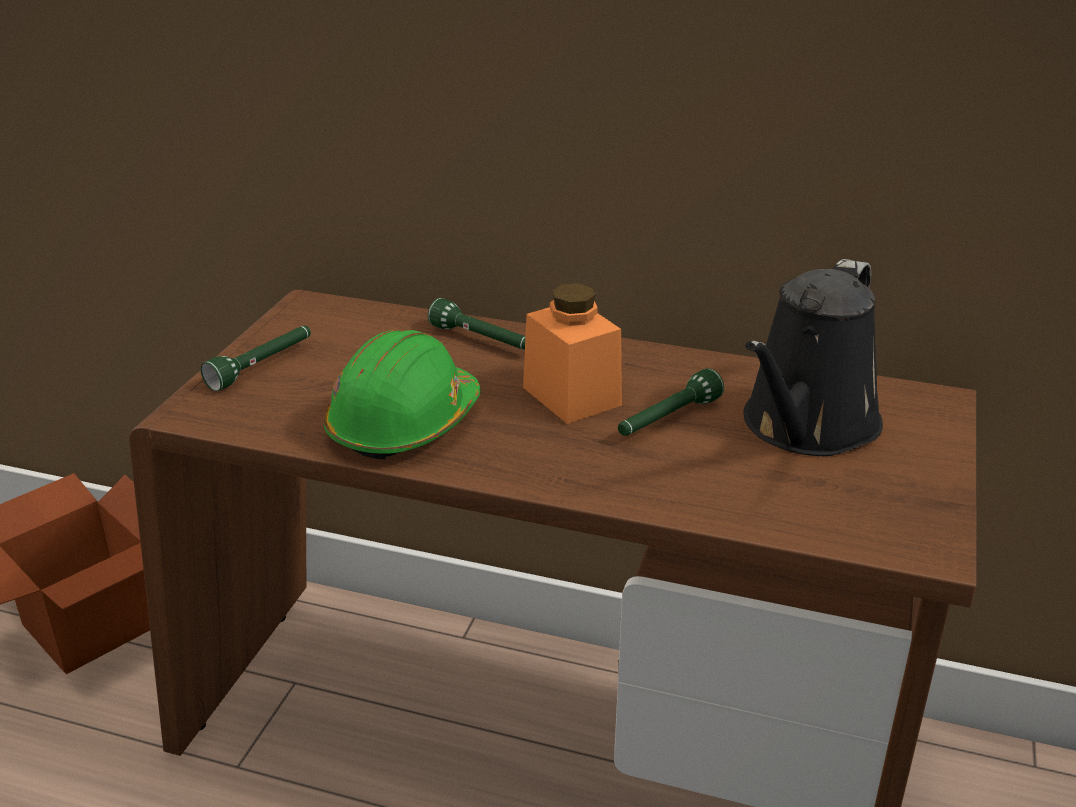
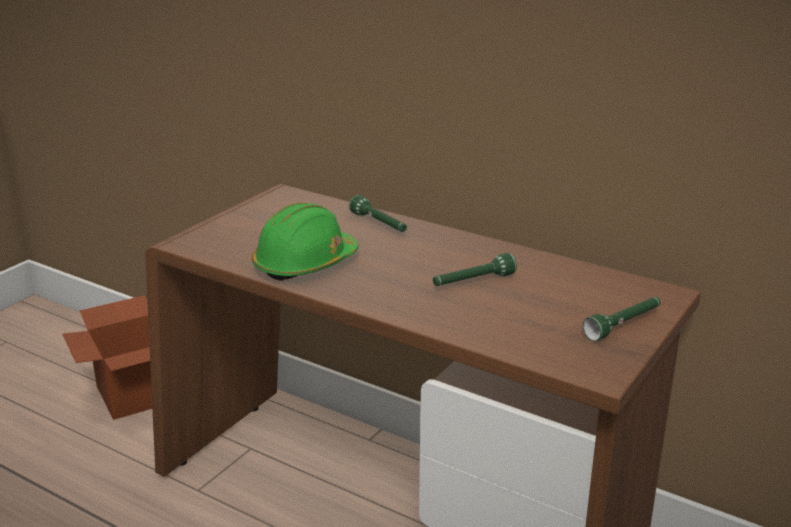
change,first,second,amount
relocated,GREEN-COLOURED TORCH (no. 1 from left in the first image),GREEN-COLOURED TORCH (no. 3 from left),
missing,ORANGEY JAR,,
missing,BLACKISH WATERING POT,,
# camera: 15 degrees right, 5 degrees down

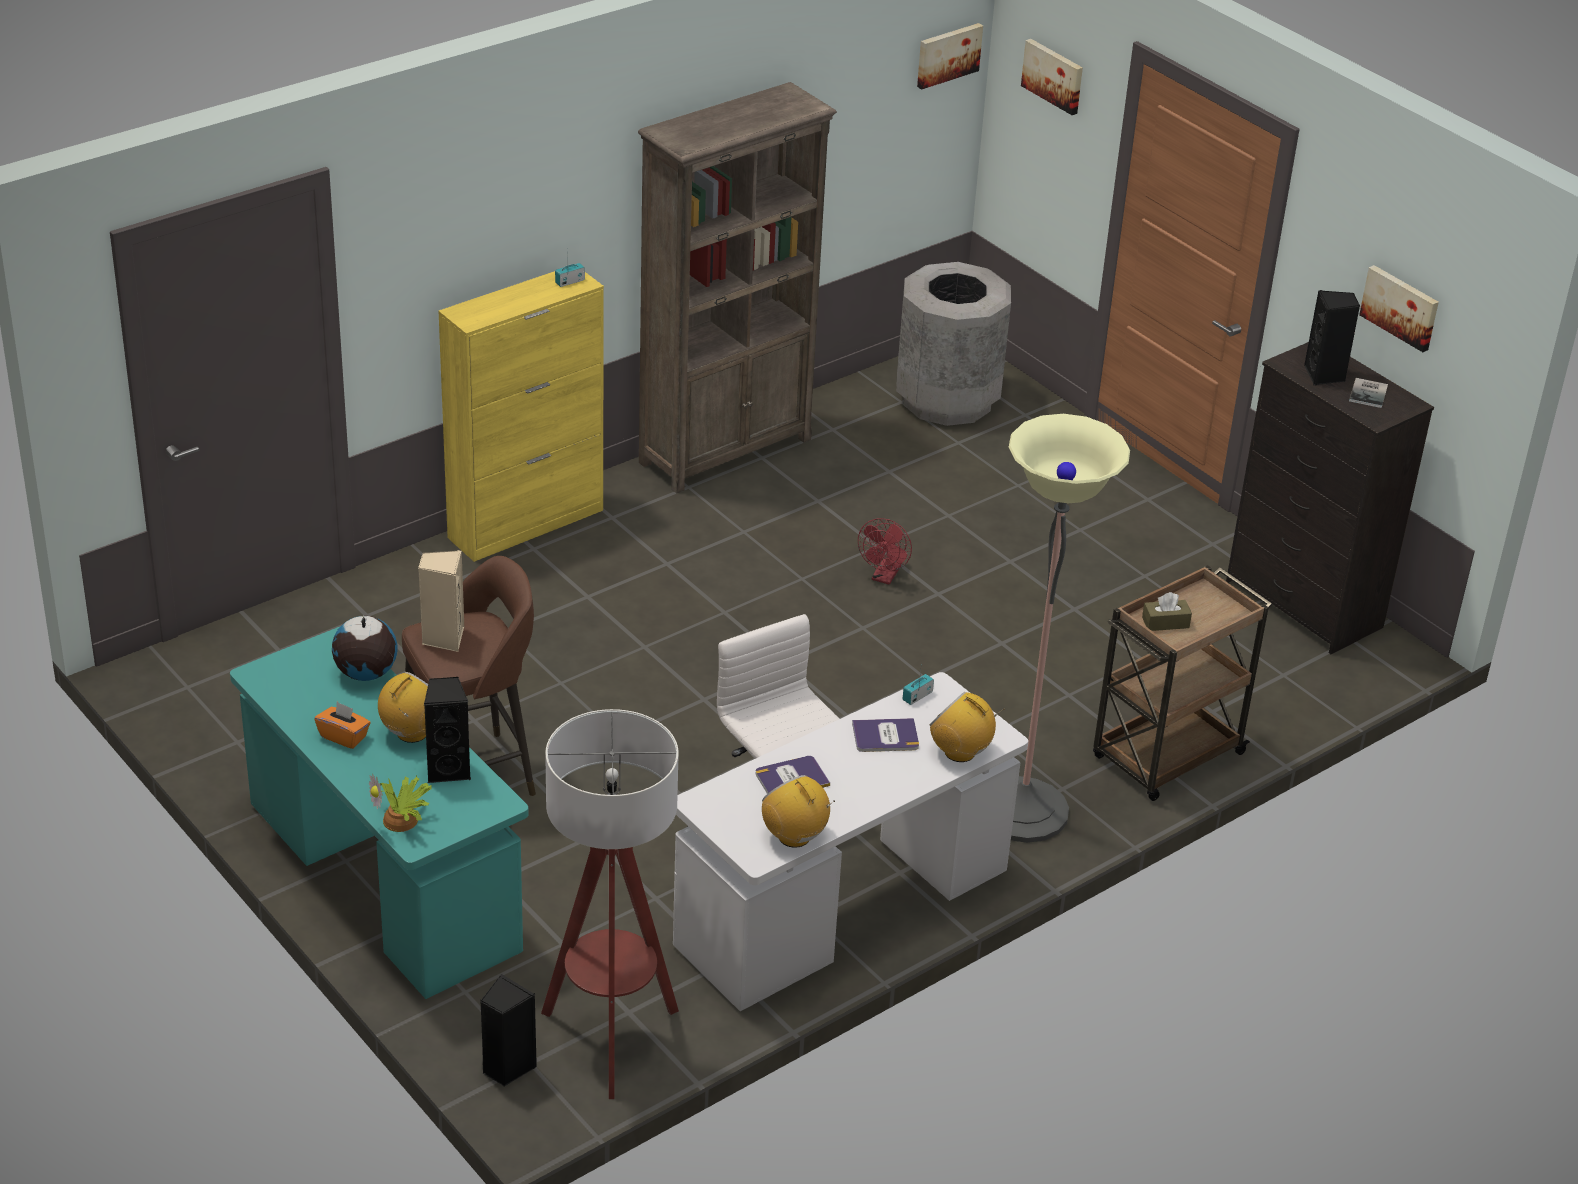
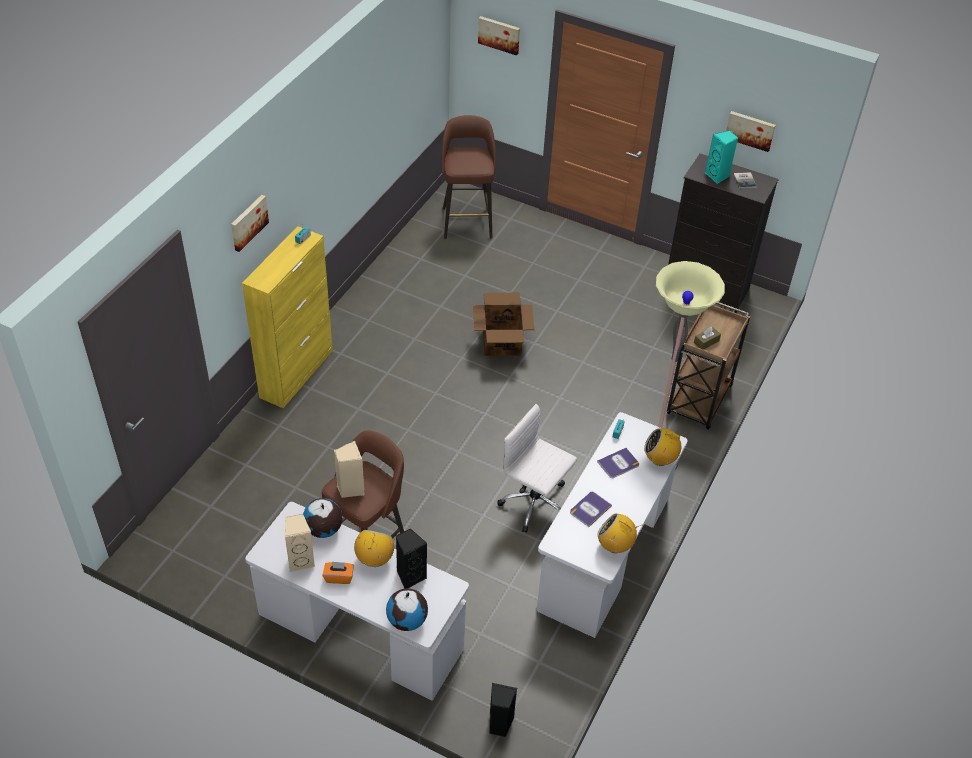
change,first,second,amount
colour,TURQUOISE DESK,WHITISH DESK (no. 1 from left),
exchanged,POTTED PLANT,WORLD GLOBE (no. 2 from left),
missing,FLOOR LAMP (no. 1 from left),,
missing,BROWN-COLOURED BOOKCASE,,
exchanged,RED-COLOURED COOLING FAN,PACKING BOX,
exchanged,GRAY WASTE BIN,BROWN-COLOURED SITTING STOOL (no. 2 from left),
relocated,WALL ART (no. 1 from left),,
colour,BLACKISH AUDIO SPEAKER (no. 3 from left),TURQUOISE AUDIO SPEAKER,
appeared,,SAND-COLOURED AUDIO SPEAKER (no. 1 from left),
# camera: 25 degrees left, 10 degrees up

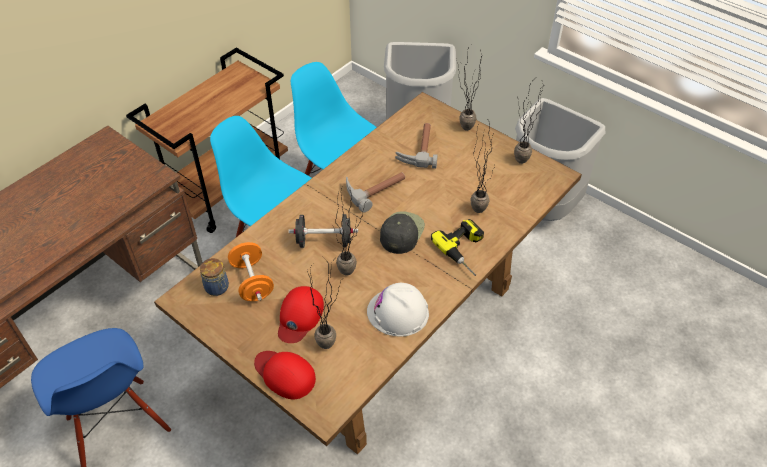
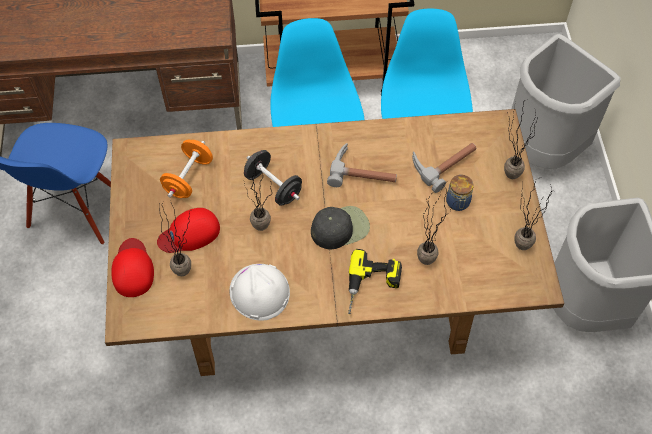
change,first,second,amount
relocated,JAR,,
# camera: 45 degrees right, 10 degrees up

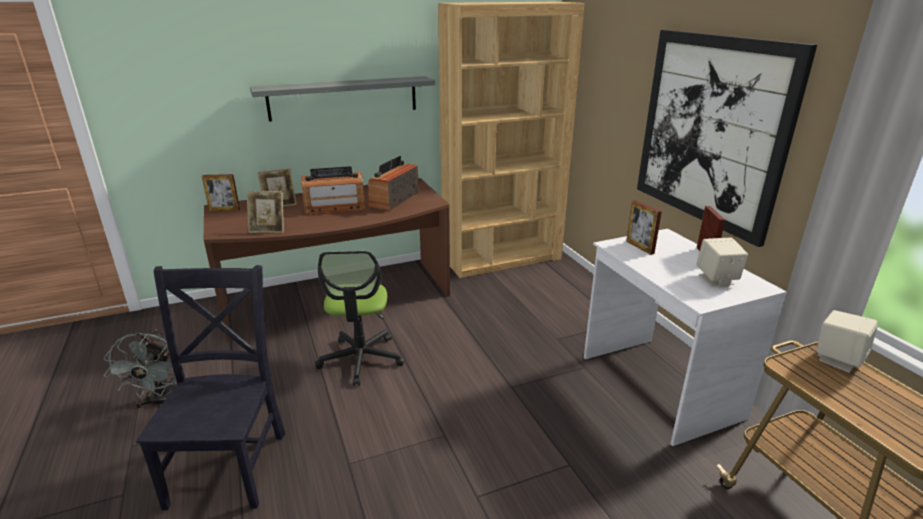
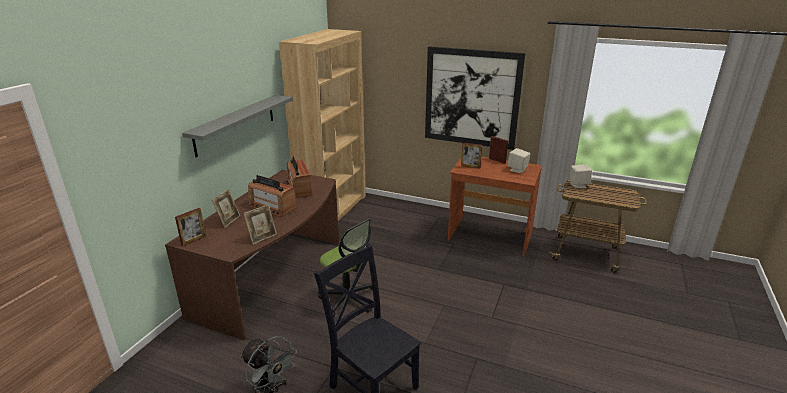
change,first,second,amount
spun,RADIO RECEIVER (no. 1 from left),,90 degrees clockwise
colour,WHITISH DESK,BROWN-COLOURED DESK (no. 2 from left),
# camera: 45 degrees left, 0 degrees up

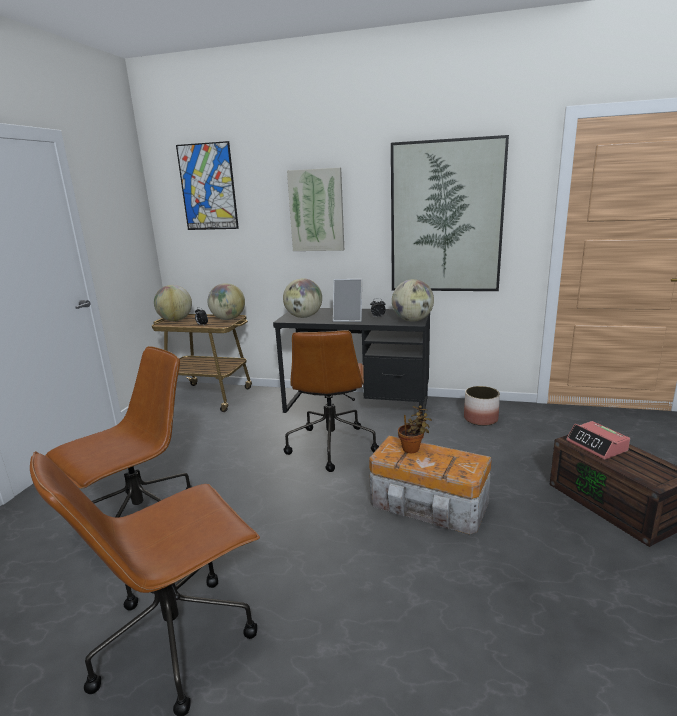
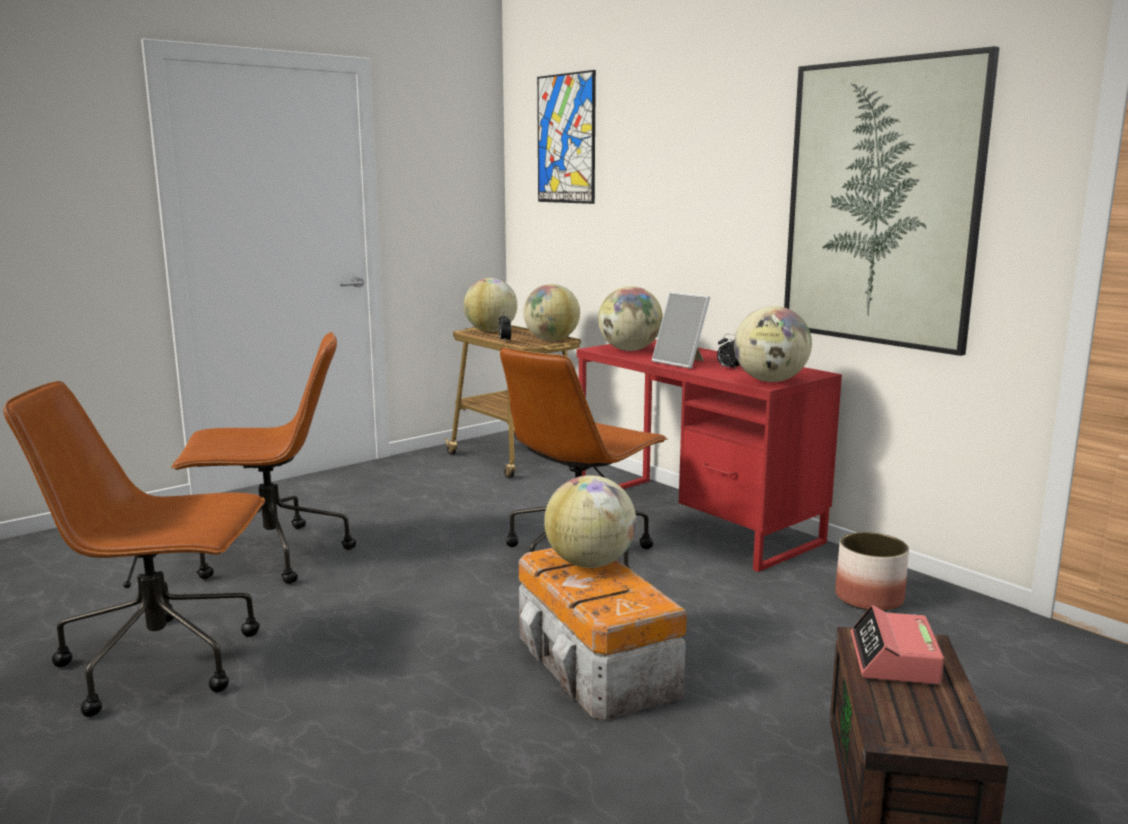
change,first,second,amount
colour,BLACKISH DESK,RED-COLOURED DESK,
missing,WALL ART (no. 2 from left),,
exchanged,POTTED PLANT,WORLD GLOBE (no. 3 from left),
# camera: 35 degrees right, 5 degrees down

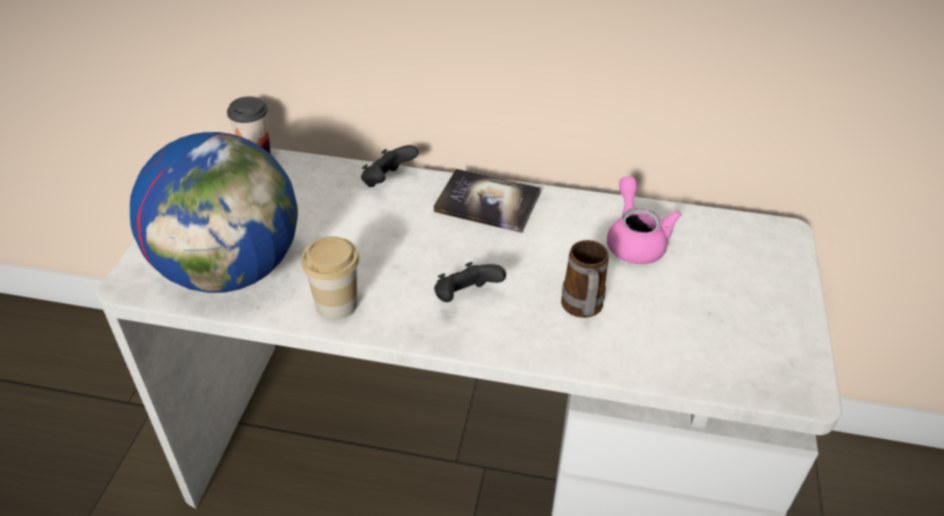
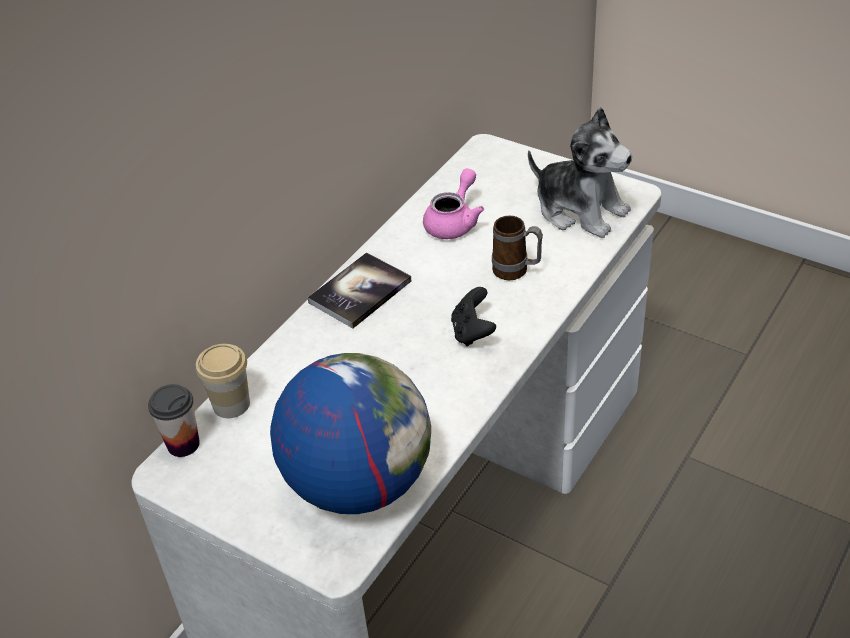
change,first,second,amount
relocated,SMALL CUP (no. 2 from left),,
missing,BLACKISH GAMEPAD (no. 1 from left),,
spun,PINKISH TEA POT,,105 degrees clockwise
appeared,,SOFT TOY,
# camera: 65 degrees left, 0 degrees up

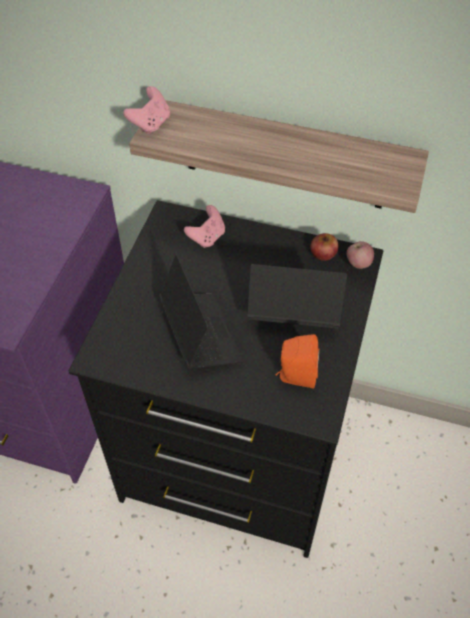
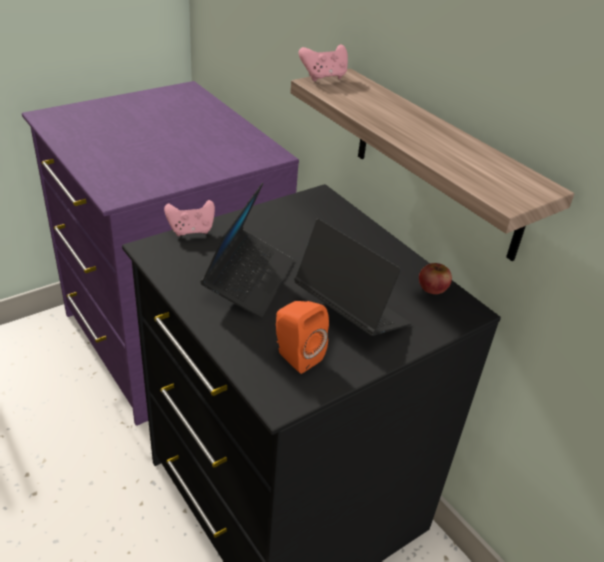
change,first,second,amount
relocated,PINKISH GAMEPAD (no. 2 from left in the first image),PINKISH GAMEPAD (no. 1 from left),
missing,APPLE FRUIT (no. 2 from left),,
# camera: 35 degrees right, 15 degrees down

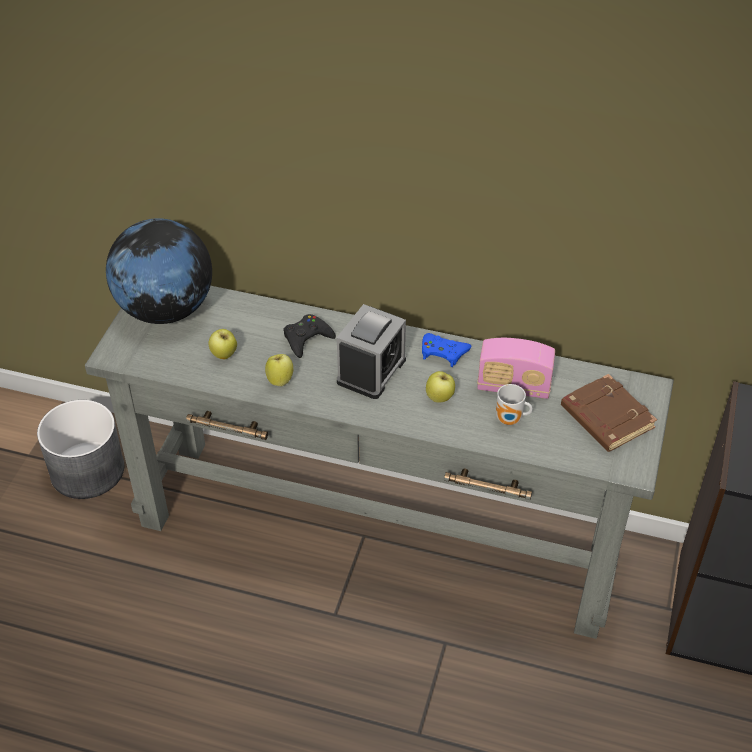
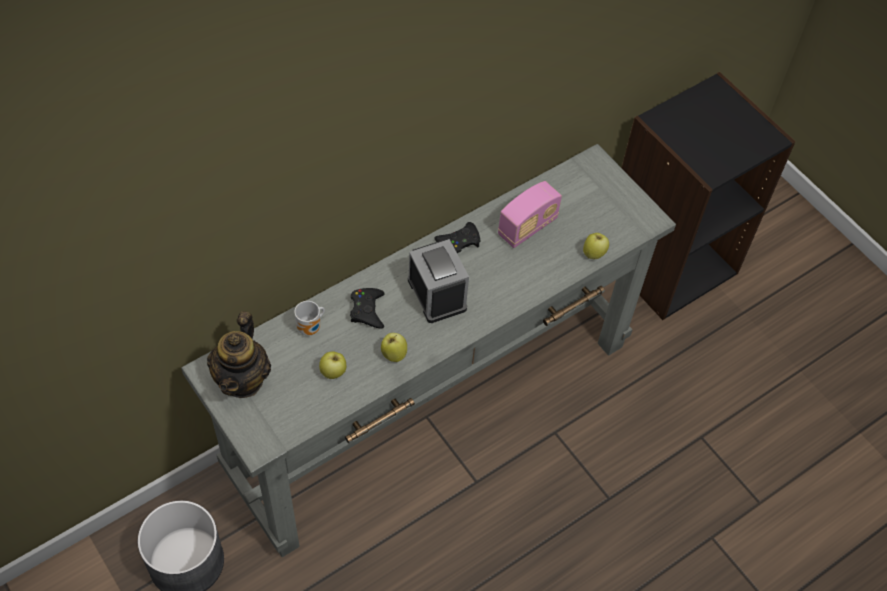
change,first,second,amount
exchanged,WORLD GLOBE,TEA POT,
colour,BLUISH GAMEPAD,BLACKISH GAMEPAD (no. 2 from left),
relocated,APPLE FRUIT (no. 3 from left),,
relocated,TEA MUG,,
missing,BROWN-COLOURED BOUND BOOK,,
# camera: 55 degrees left, 10 degrees up

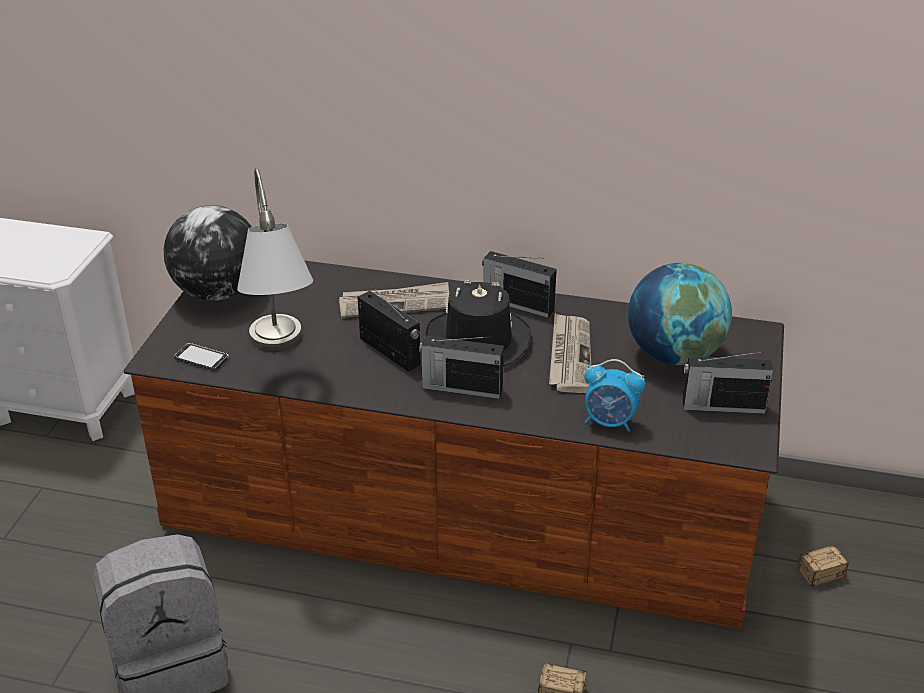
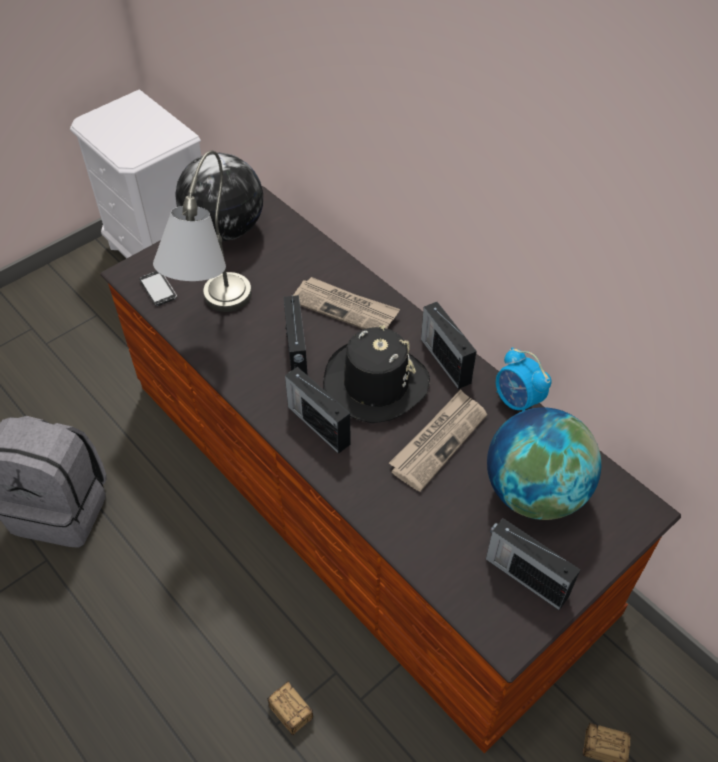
change,first,second,amount
relocated,BEDSIDE CLOCK,,
# camera: 35 degrees right, 15 degrees up

